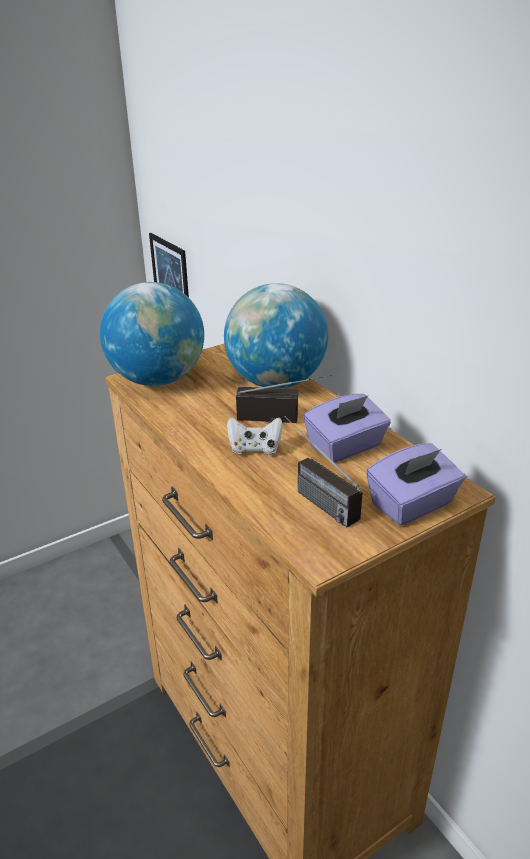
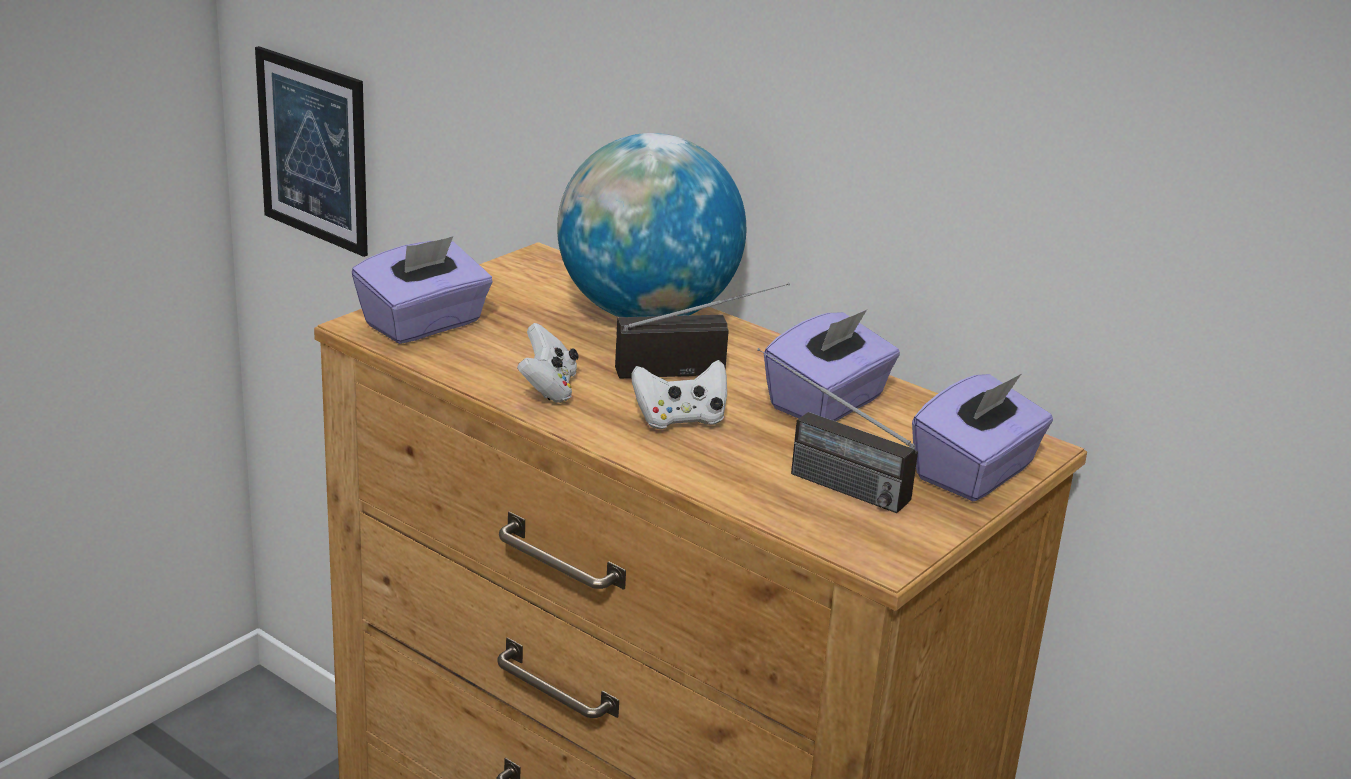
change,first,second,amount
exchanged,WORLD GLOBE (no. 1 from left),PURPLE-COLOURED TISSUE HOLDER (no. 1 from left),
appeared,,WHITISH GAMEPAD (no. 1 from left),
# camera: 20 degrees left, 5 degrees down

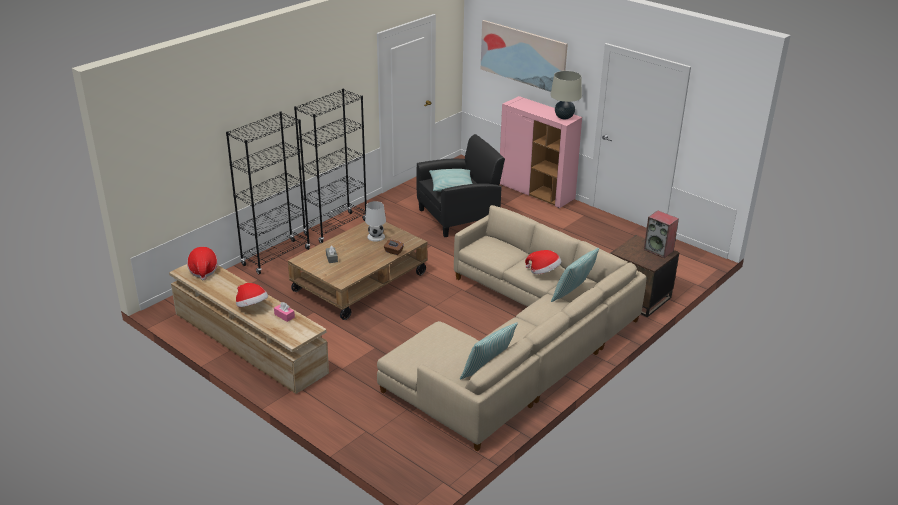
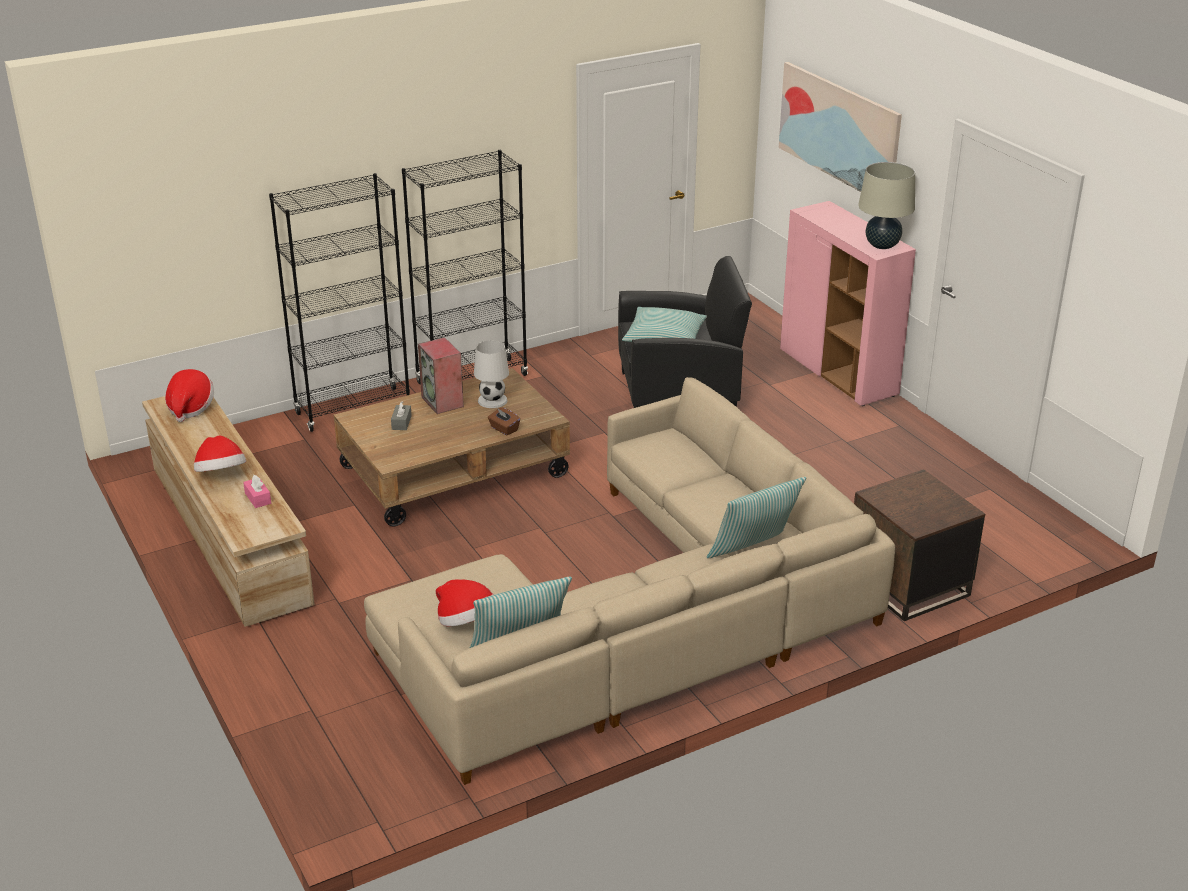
change,first,second,amount
relocated,HAT (no. 3 from left),,
relocated,AUDIO SPEAKER,,
# camera: 20 degrees right, 0 degrees up

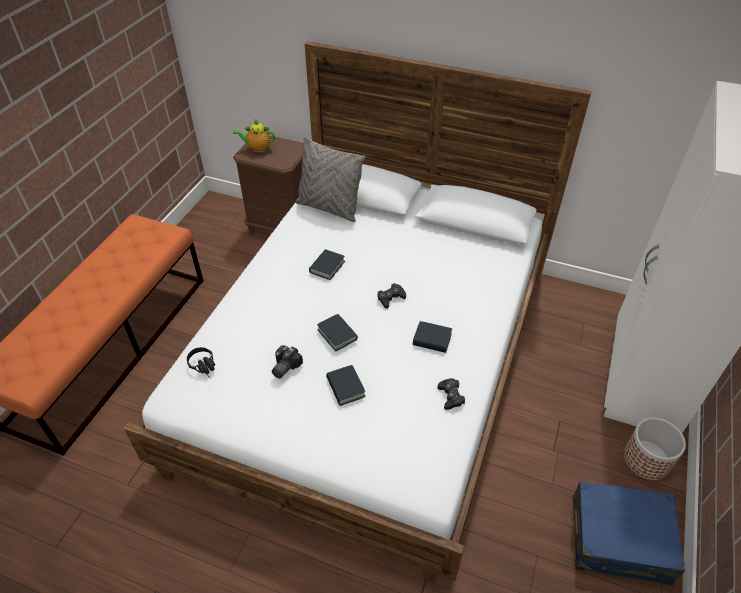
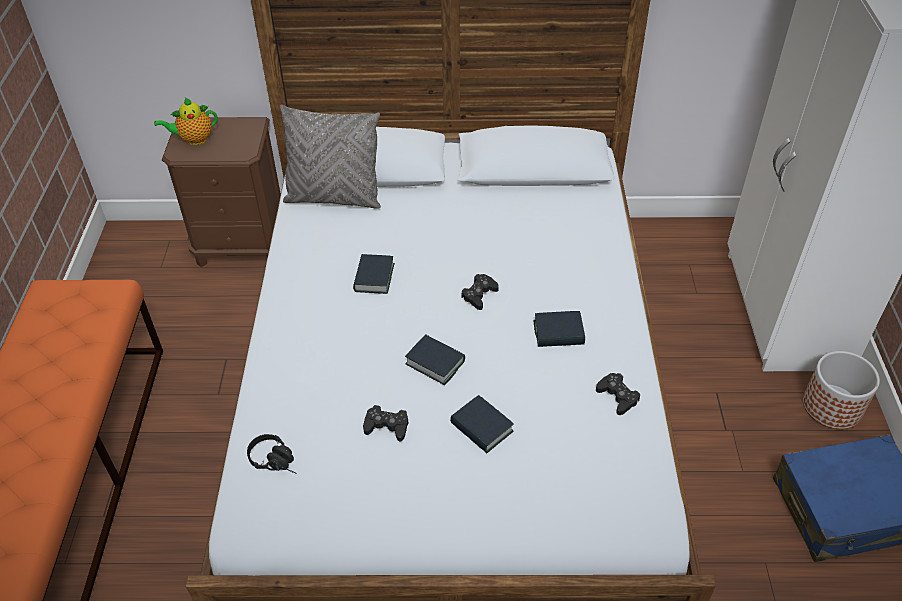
change,first,second,amount
exchanged,PHOTO CAMERA,BLACKISH GAMEPAD (no. 1 from left),
# camera: 20 degrees left, 0 degrees up

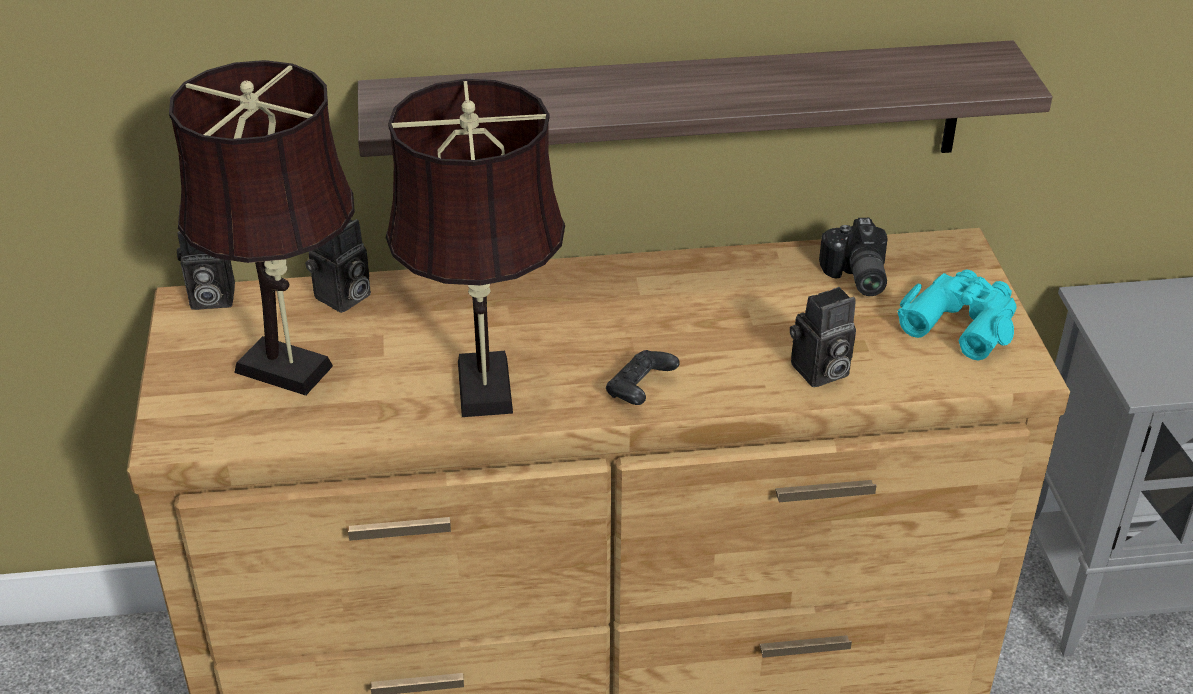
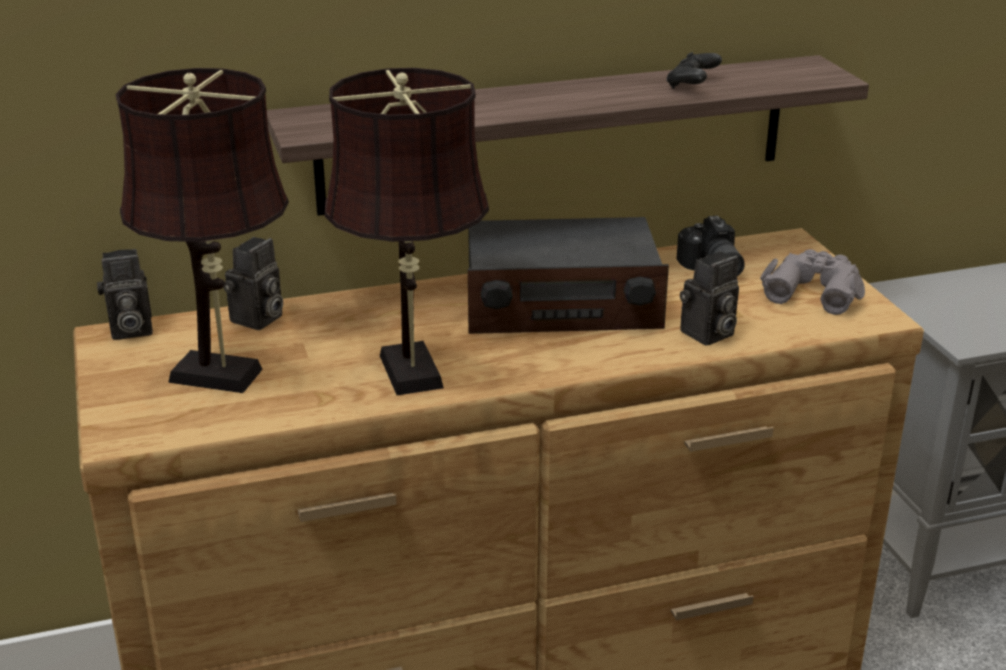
change,first,second,amount
relocated,BLACKISH GAMEPAD,,
colour,TURQUOISE FIELD GLASSES,GRAY FIELD GLASSES,
appeared,,RADIO RECEIVER,
# camera: 10 degrees left, 10 degrees down

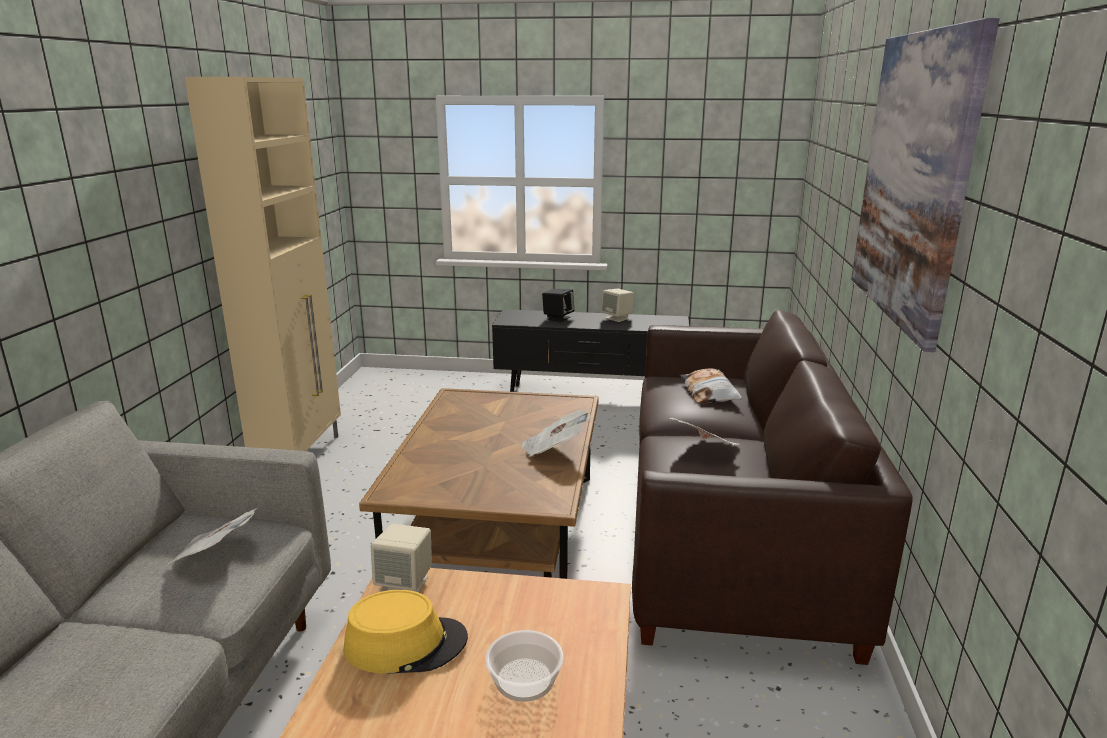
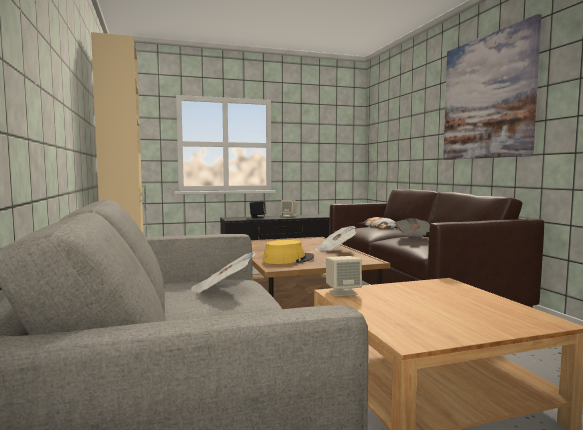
change,first,second,amount
relocated,YELLOW HAT,,
missing,BOWL,,
# camera: 25 degrees left, 15 degrees down

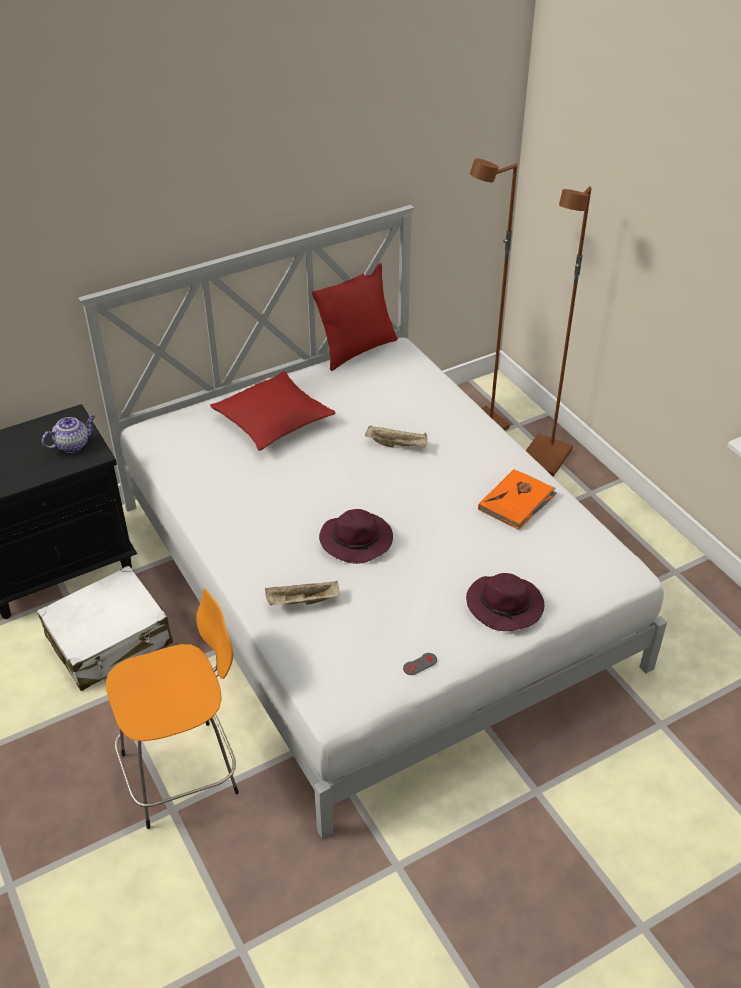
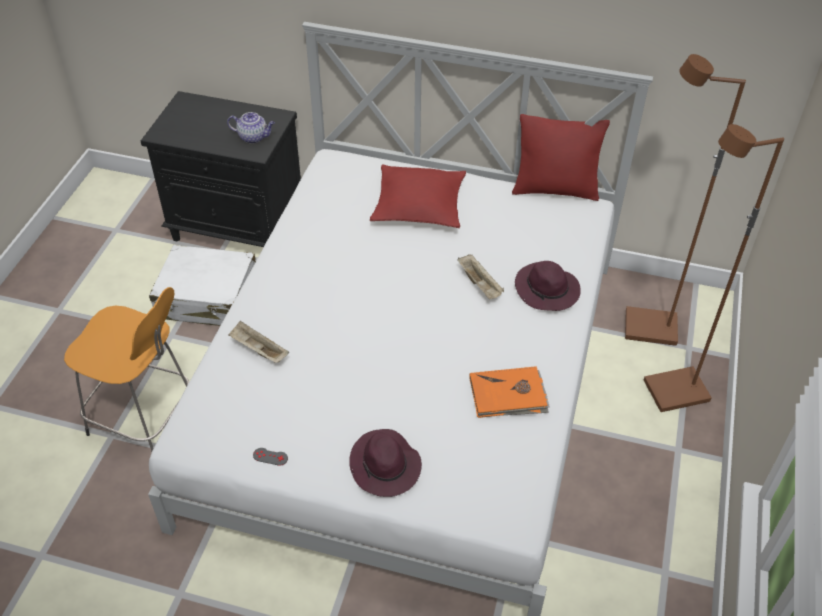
change,first,second,amount
relocated,PURPLE-COLOURED HAT (no. 1 from left in the first image),PURPLE-COLOURED HAT (no. 2 from left),
# camera: 45 degrees right, 5 degrees up

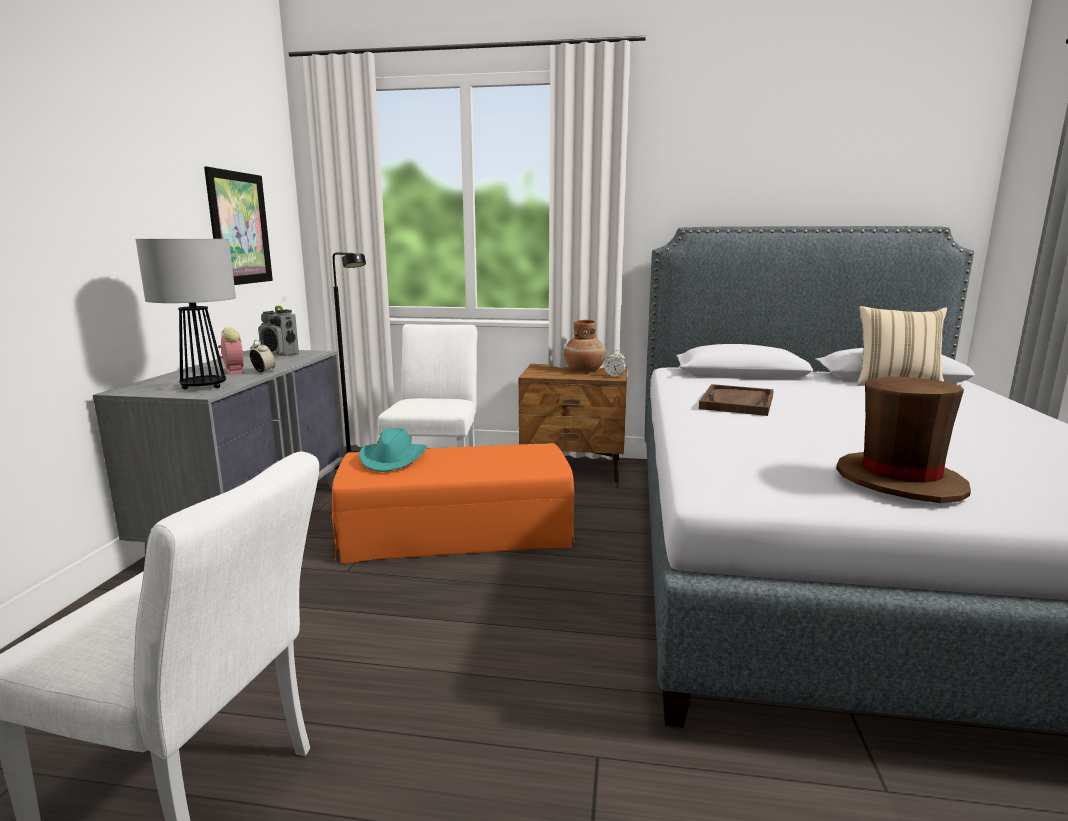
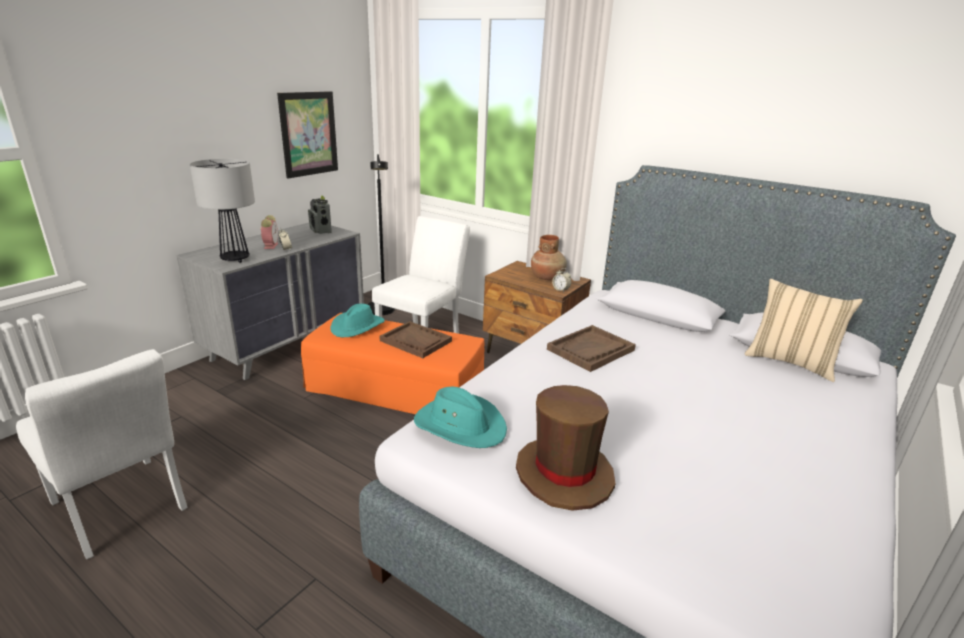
change,first,second,amount
appeared,,BROWN-COLOURED TRAY (no. 1 from left),
appeared,,TURQUOISE HAT (no. 2 from left),
# camera: 25 degrees right, 10 degrees up

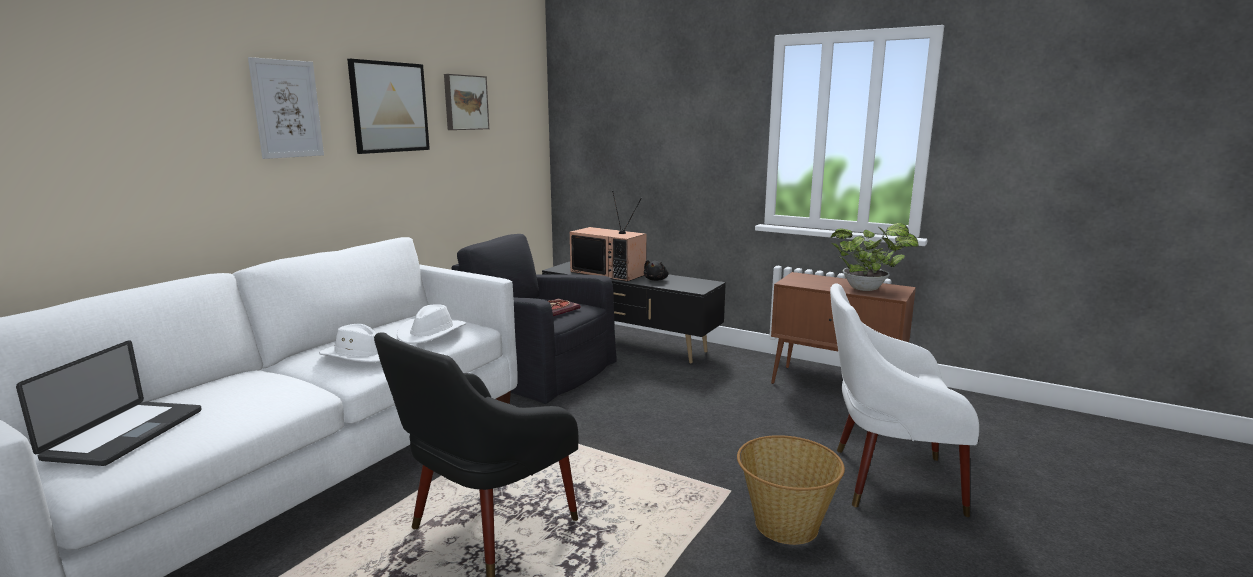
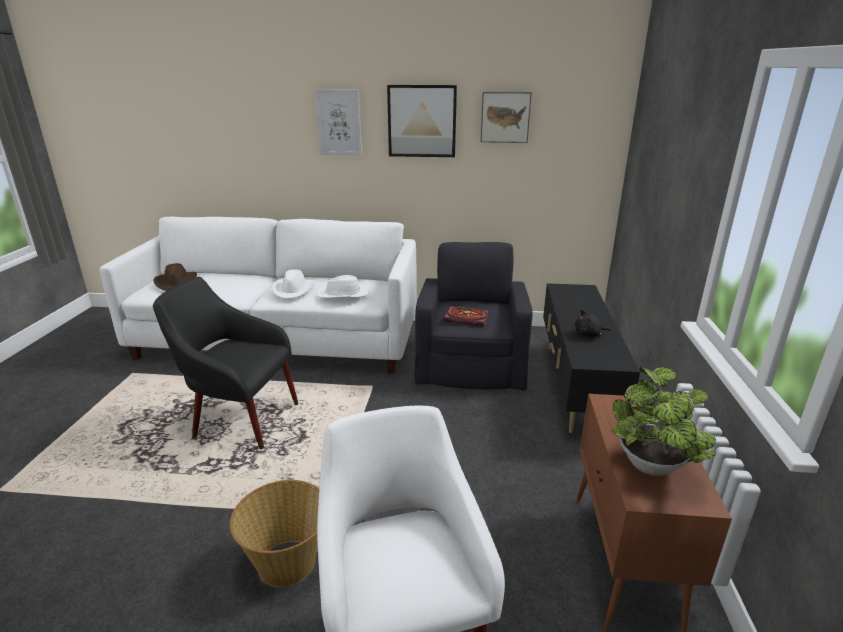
change,first,second,amount
exchanged,PORTABLE COMPUTER,BROWN-COLOURED HAT,
missing,TV SET,,
# camera: 65 degrees right, 10 degrees up

